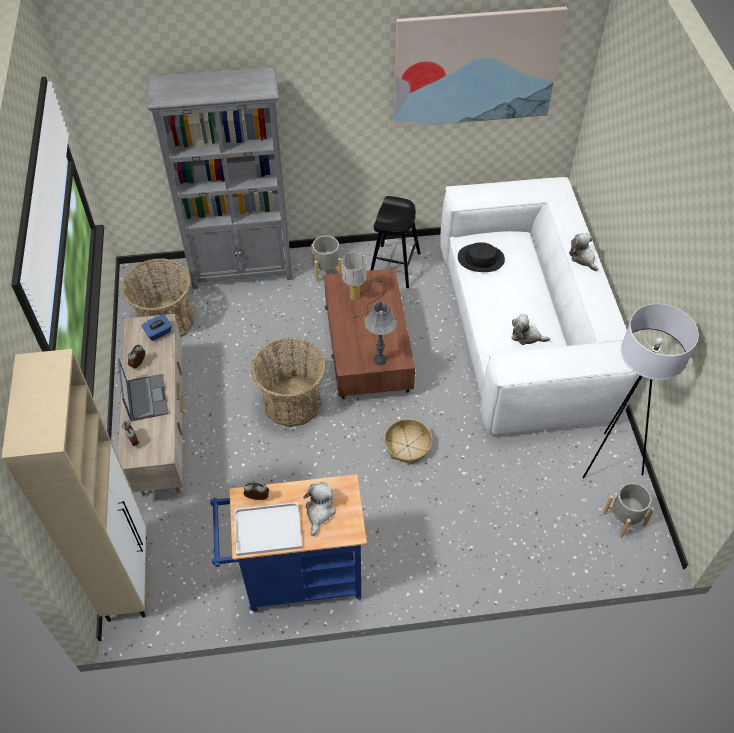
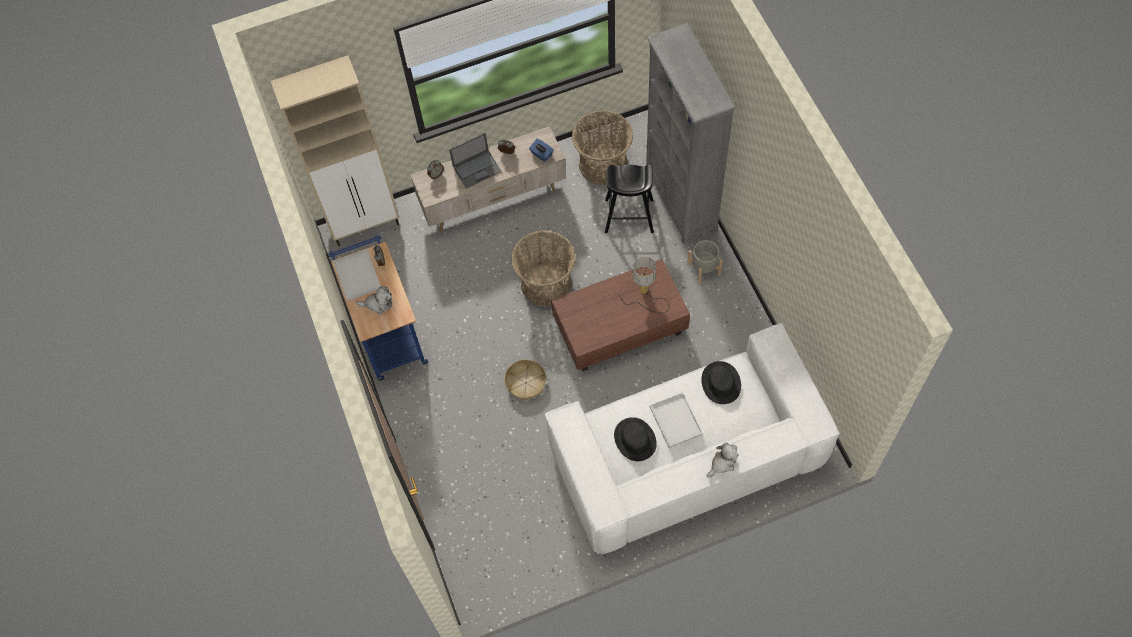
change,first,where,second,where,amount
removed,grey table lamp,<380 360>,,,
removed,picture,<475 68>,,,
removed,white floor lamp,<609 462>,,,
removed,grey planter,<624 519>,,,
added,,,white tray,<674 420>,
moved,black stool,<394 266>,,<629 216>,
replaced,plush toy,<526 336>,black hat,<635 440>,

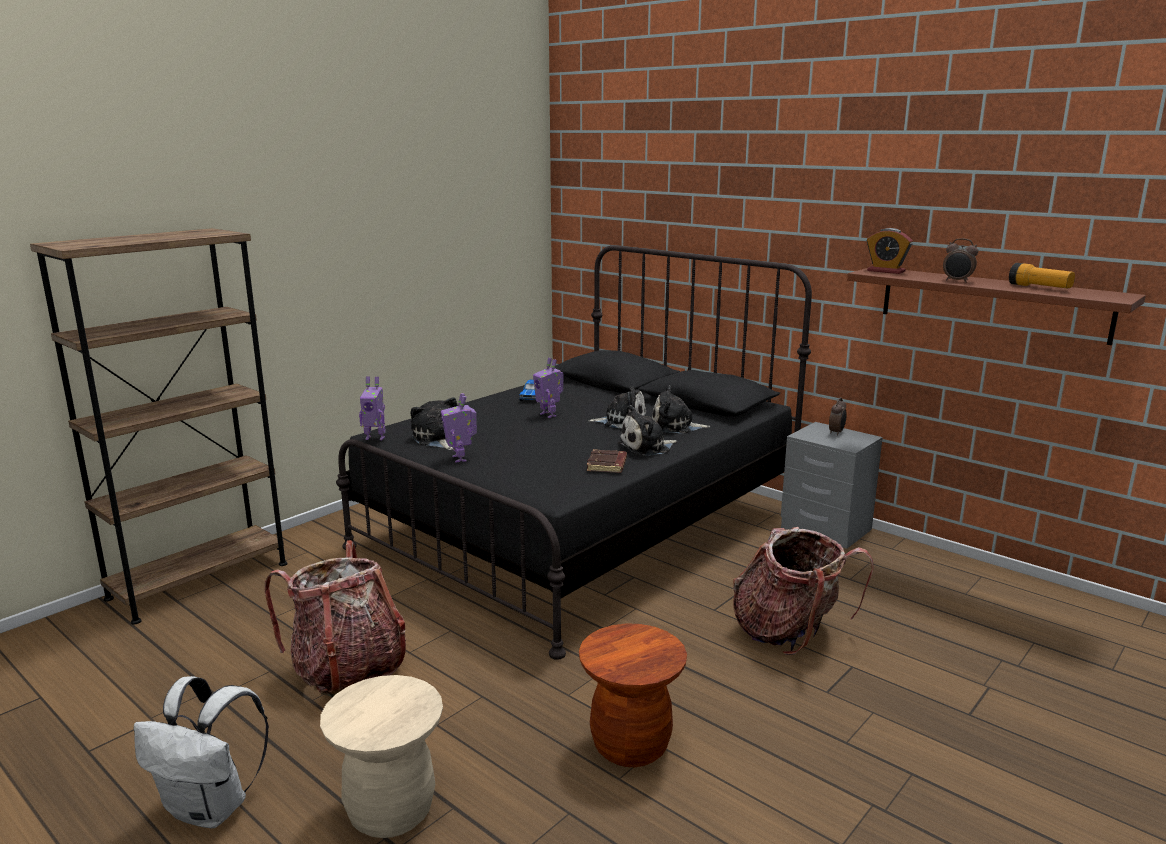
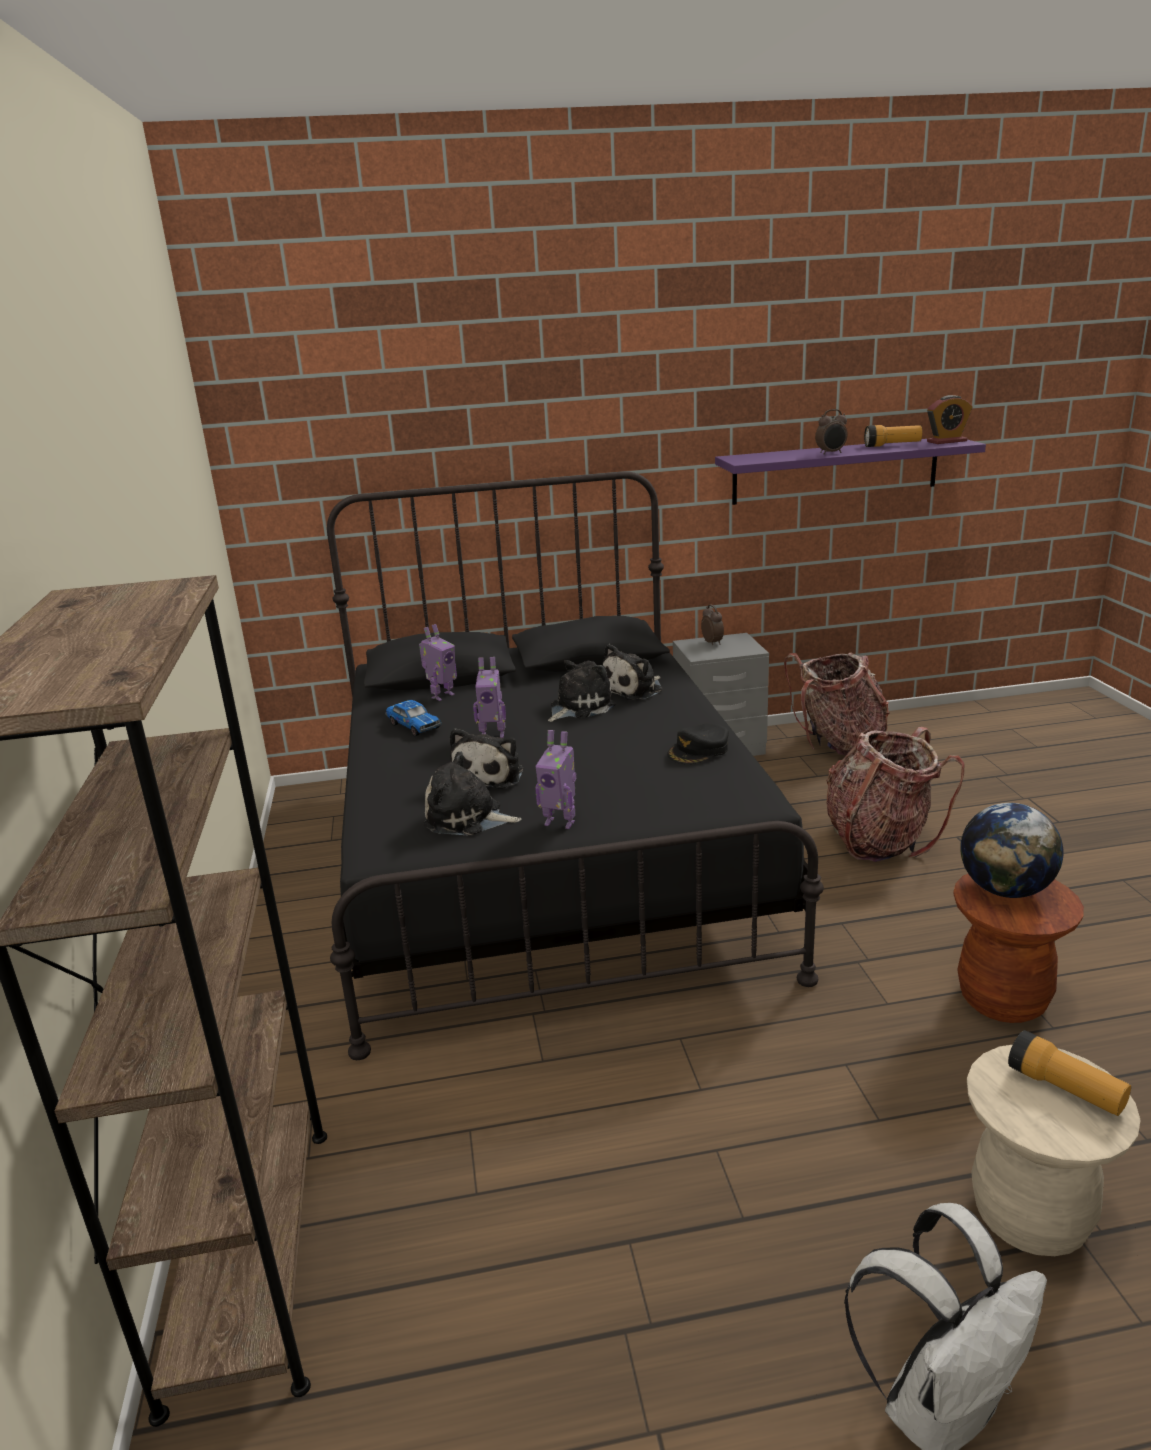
change,first,where,second,where,amount
added,,,globe,<1005 890>,
added,,,flashlight,<1065 1089>,
moved,backpack,<347 670>,,<838 745>,
moved,toy robot,<375 437>,,<442 696>,
moved,plush toy,<647 447>,,<490 775>,
moved,alarm clock,<886 271>,,<946 441>,
replaced,brown book,<607 465>,black cap,<699 751>,
recoloured,brown shelf,<992 303>,purple shelf,<835 470>,

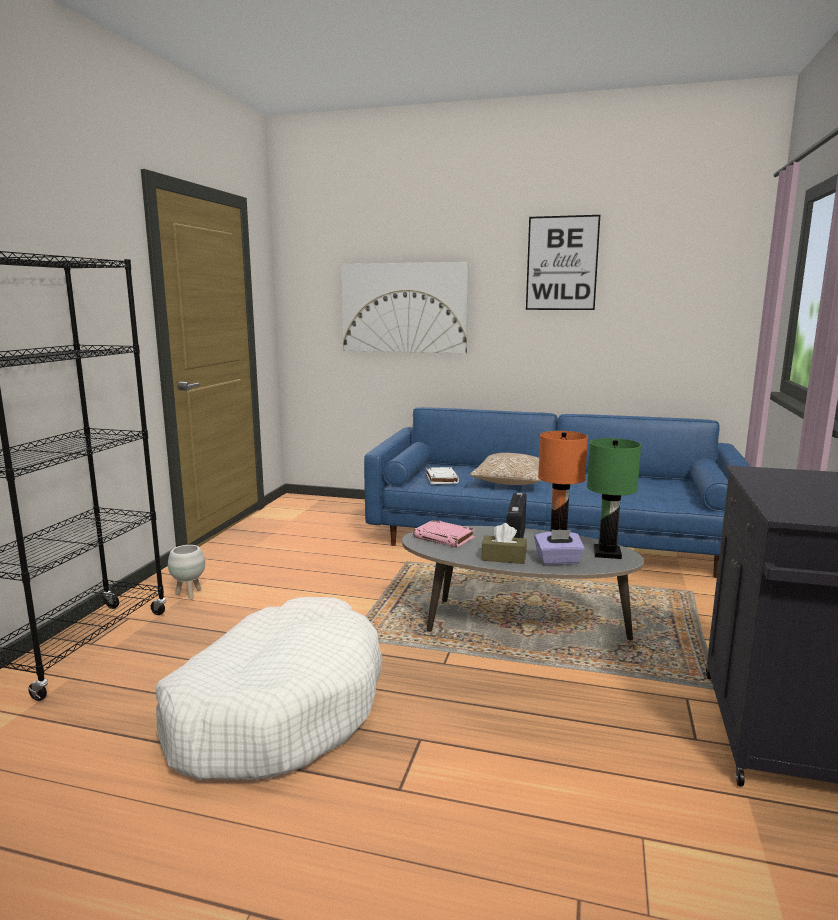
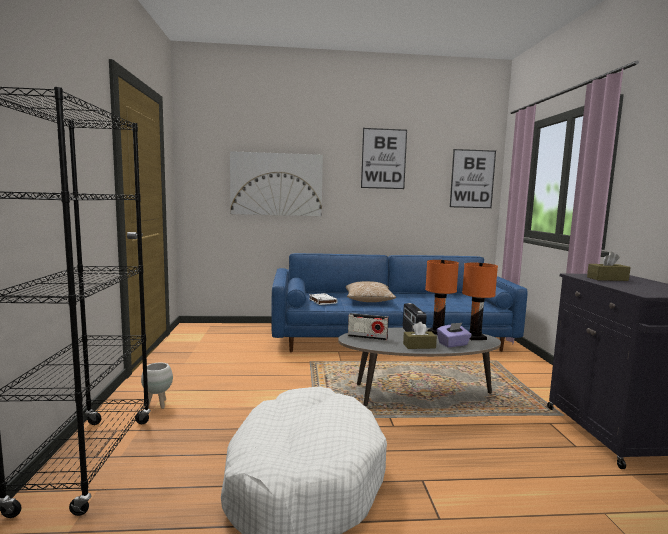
change,first,where,second,where,amount
added,,,picture,<472 179>,
added,,,brown tissue box,<607 279>,
replaced,pink book,<445 538>,radio,<367 337>,
recoloured,green table lamp,<607 553>,orange table lamp,<475 337>,

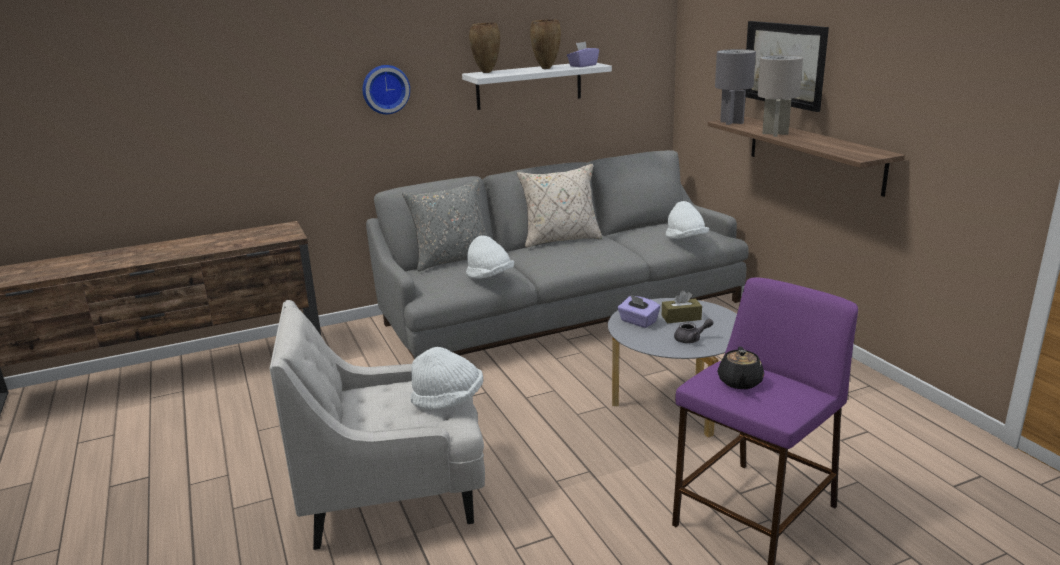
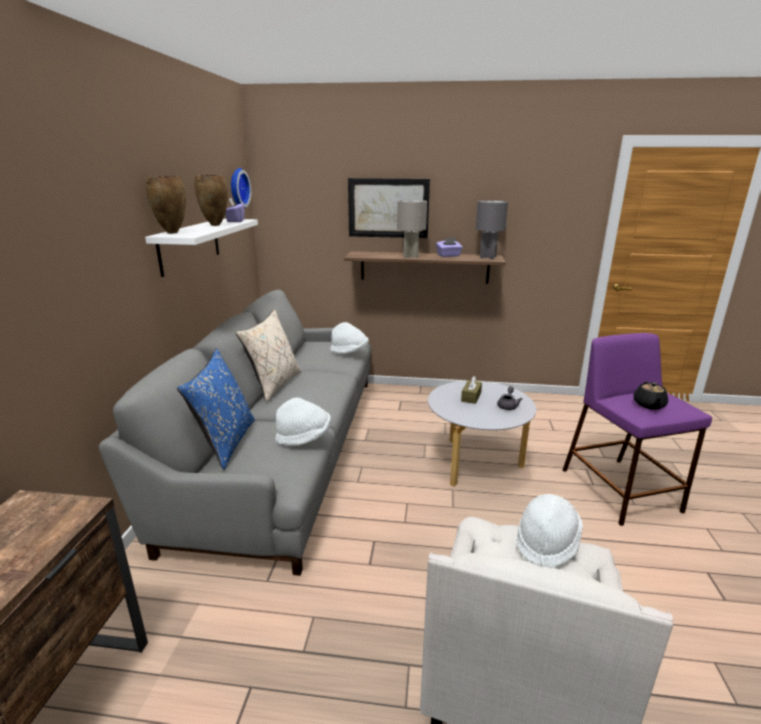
change,first,where,second,where,amount
moved,wall clock,<385 89>,,<237 188>,
moved,purple tissue box,<638 321>,,<448 255>,
moved,grey table lamp,<732 122>,,<487 257>,
recoloured,grey pillow,<452 260>,blue pillow,<225 443>,
turned,black teapot,<739 382>,,<649 405>,60 degrees clockwise

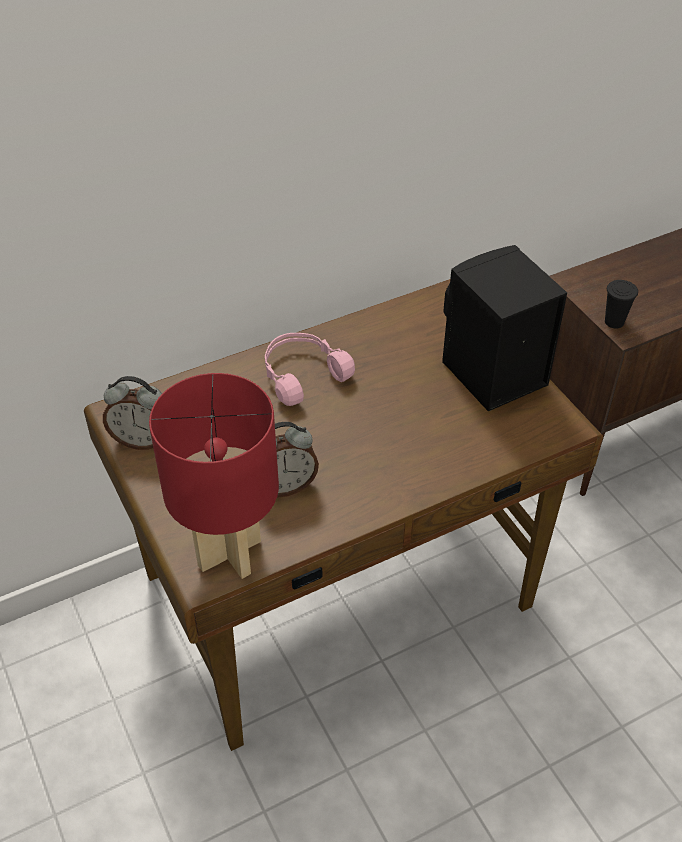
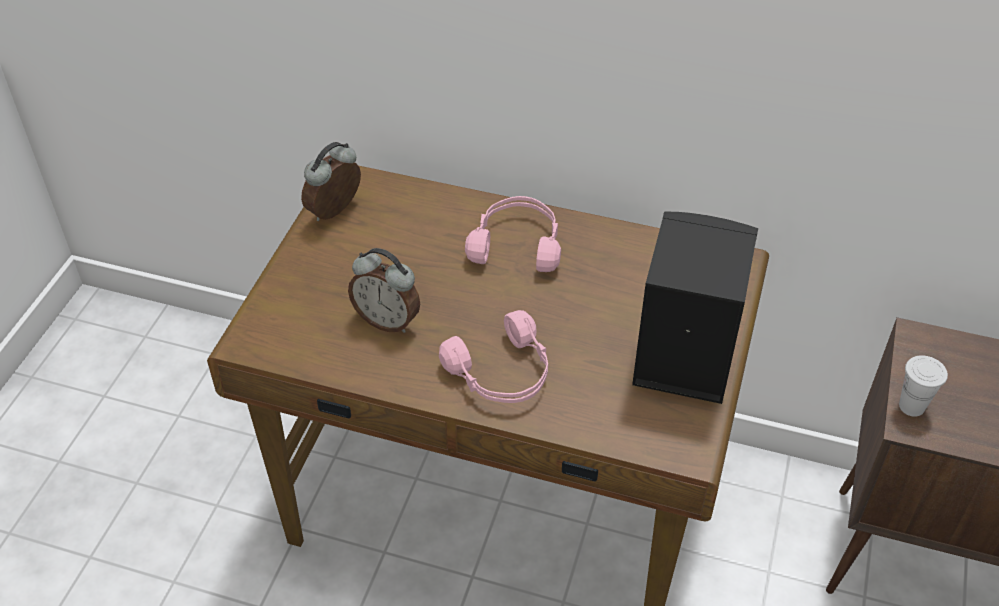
change,first,where,second,where,amount
removed,red table lamp,<231 554>,,,
added,,,pink headphones,<502 374>,
recoloured,black cup,<614 322>,white cup,<911 406>,
turned,alarm clock,<142 440>,,<336 212>,75 degrees clockwise

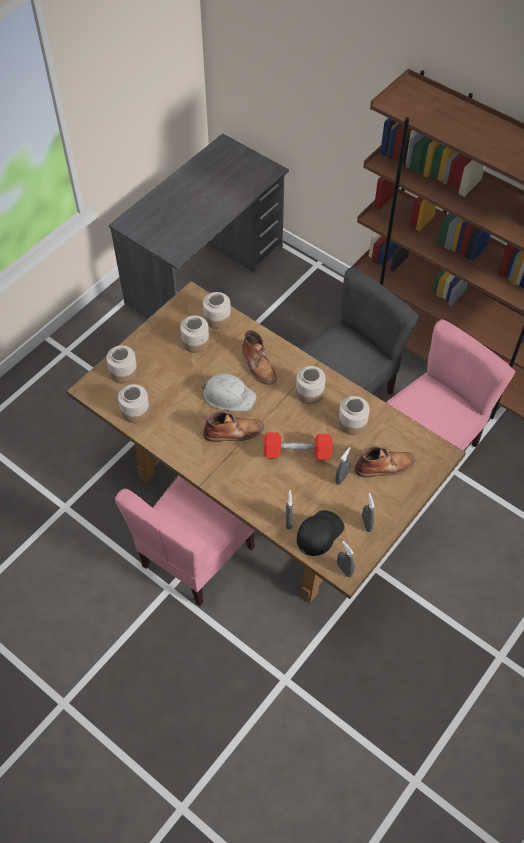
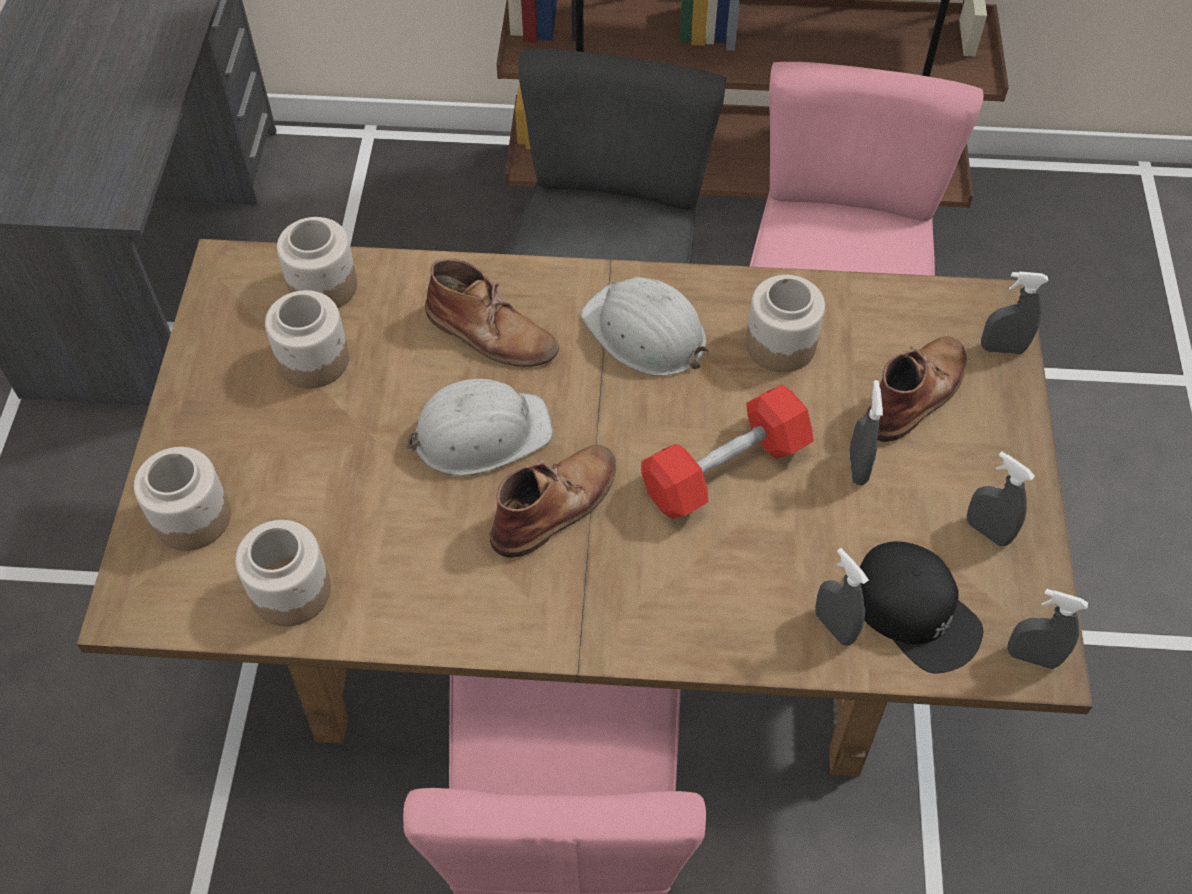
change,first,where,second,where,amount
added,,,grey spray bottle,<1002 348>,
replaced,jar,<309 393>,white hard hat,<645 333>,
turned,black cap,<319 533>,,<916 611>,135 degrees clockwise

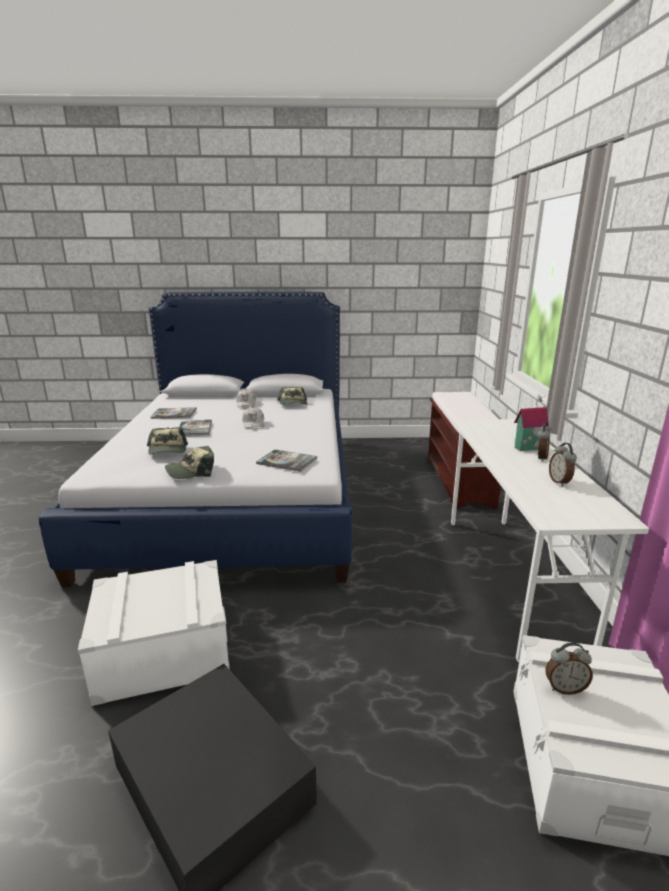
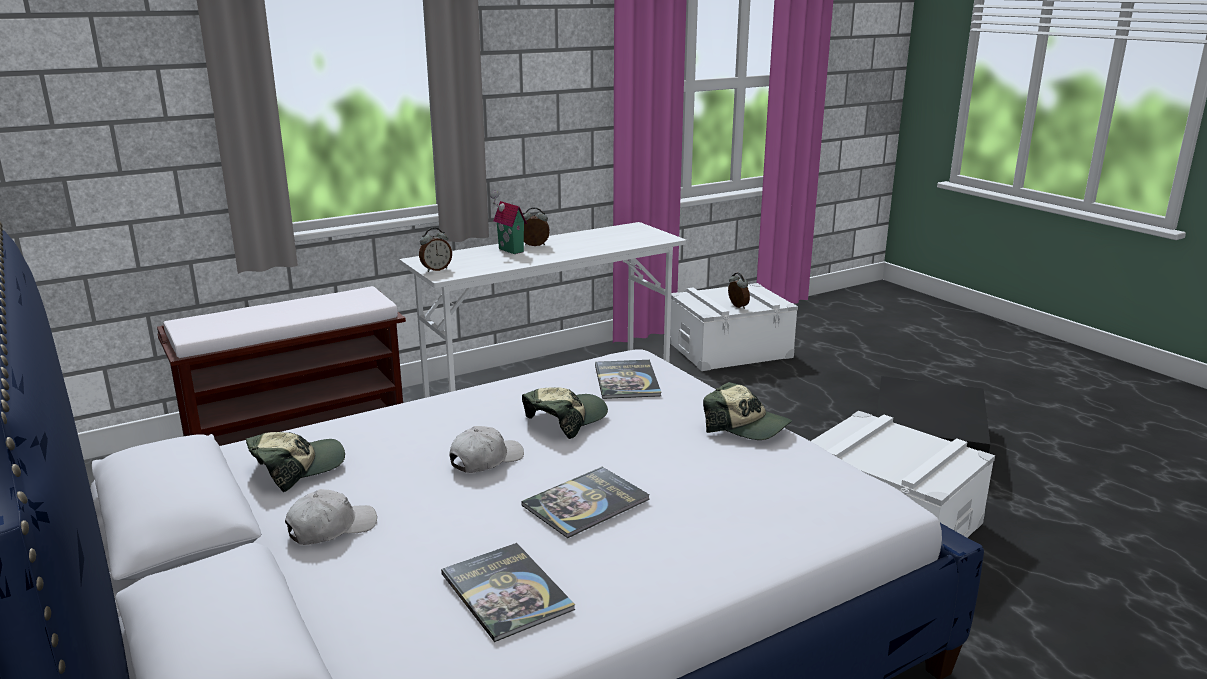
change,first,where,second,where,amount
moved,cap,<167 450>,,<565 420>,
moved,alarm clock,<559 482>,,<436 269>,

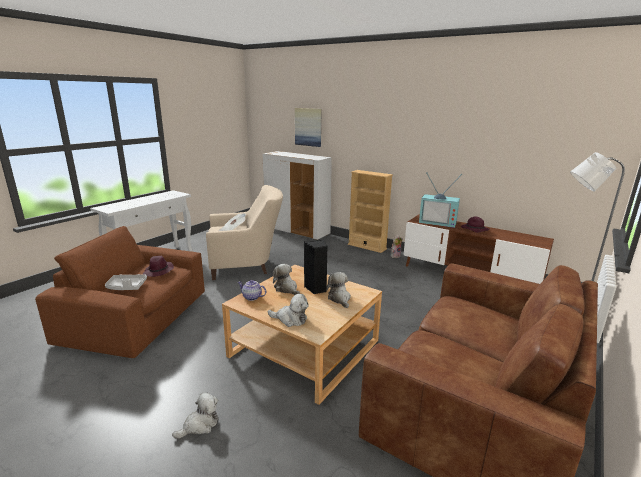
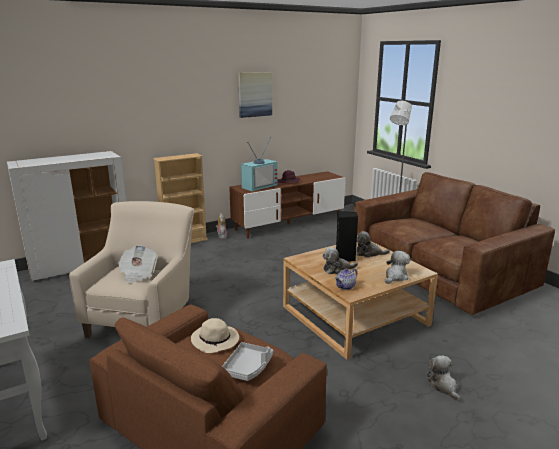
change,first,where,second,where,amount
moved,picture,<308 127>,,<255 94>,
recoloured,purple hat,<159 271>,beige hat,<216 341>,

